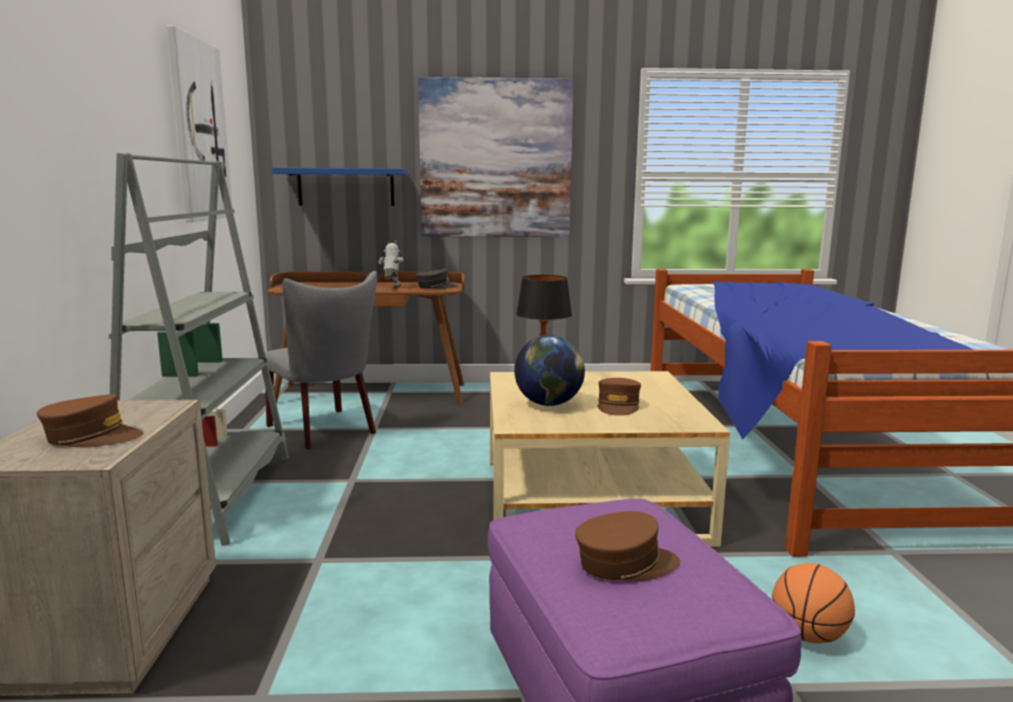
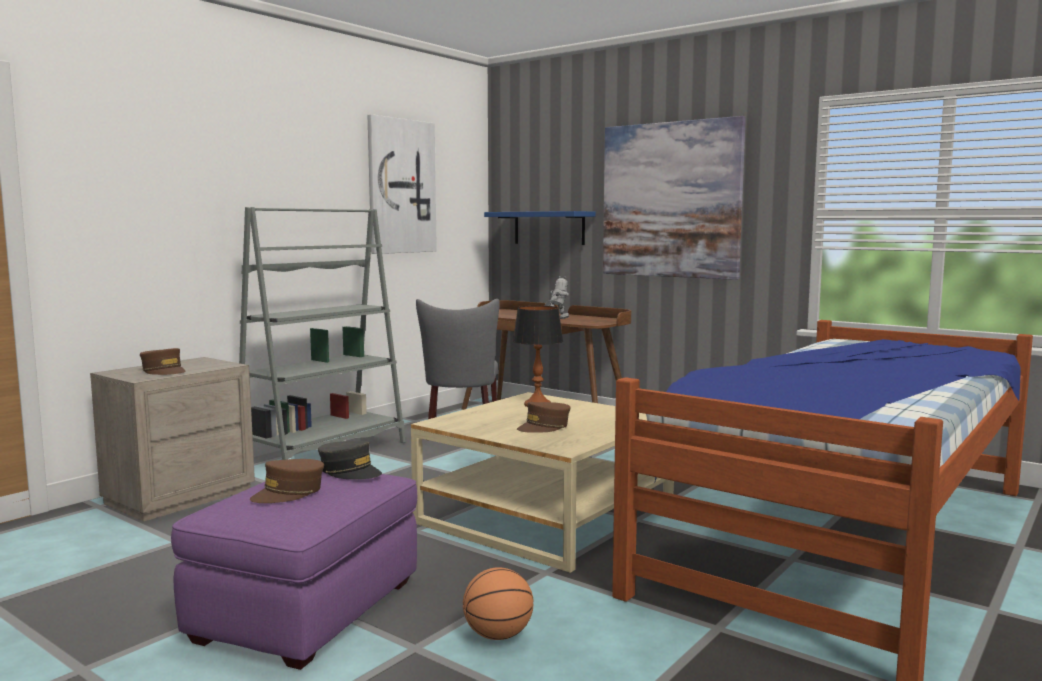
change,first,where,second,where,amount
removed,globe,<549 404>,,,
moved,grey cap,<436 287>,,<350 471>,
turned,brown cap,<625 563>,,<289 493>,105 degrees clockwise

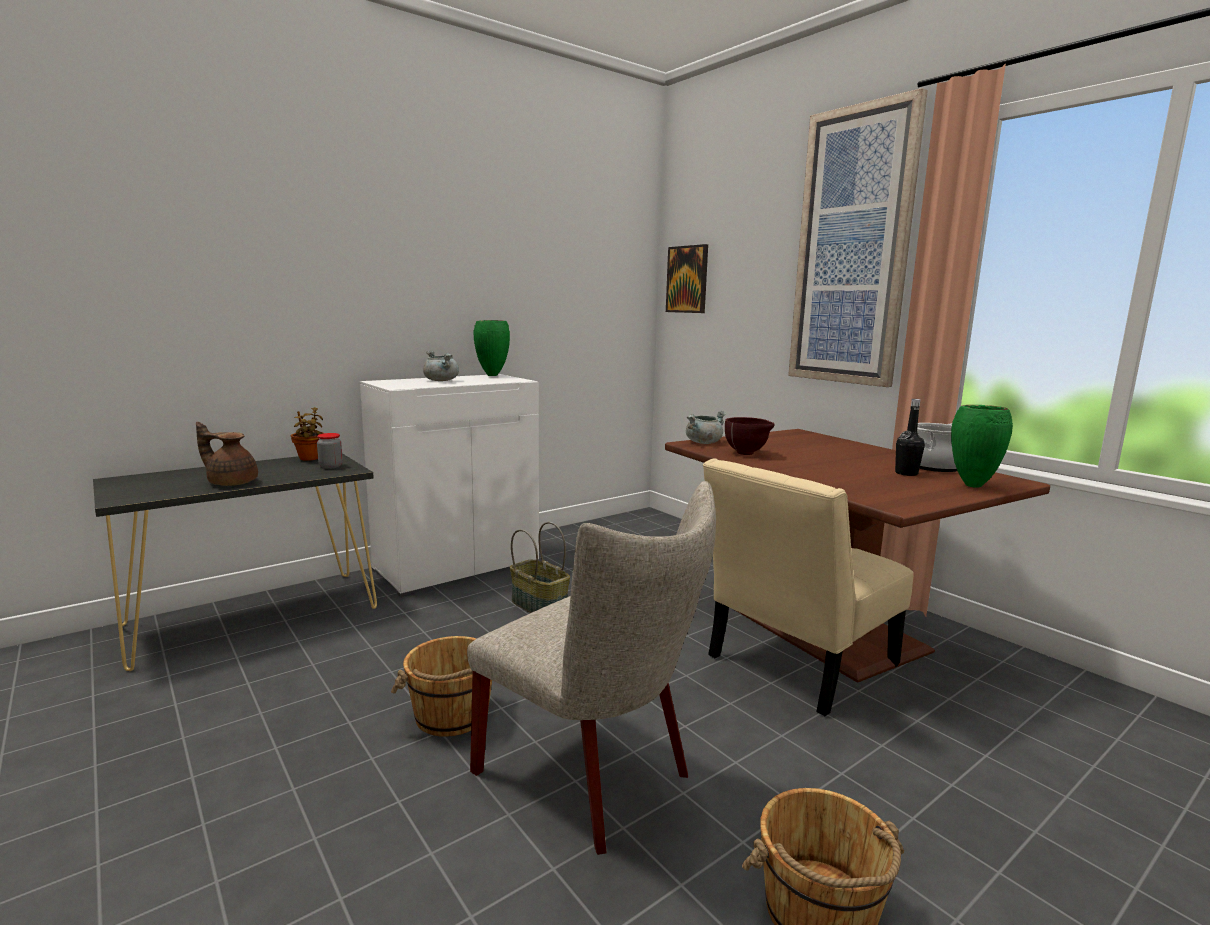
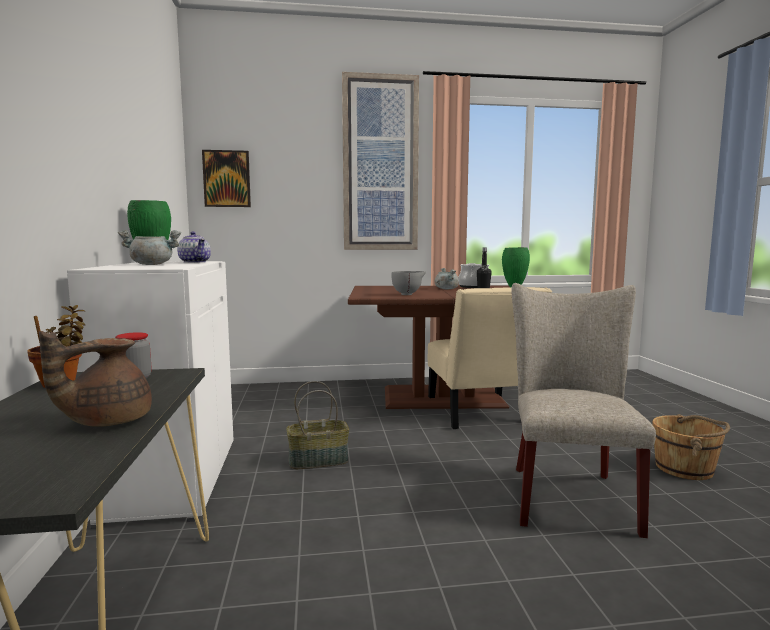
change,first,where,second,where,amount
removed,brown bucket,<452 715>,,,
added,,,teapot,<195 262>,
moved,grey cooking pot,<703 442>,,<446 289>,
recoloured,brown bowl,<747 454>,grey bowl,<408 294>,
turned,beige chair,<593 777>,,<568 494>,60 degrees counterclockwise

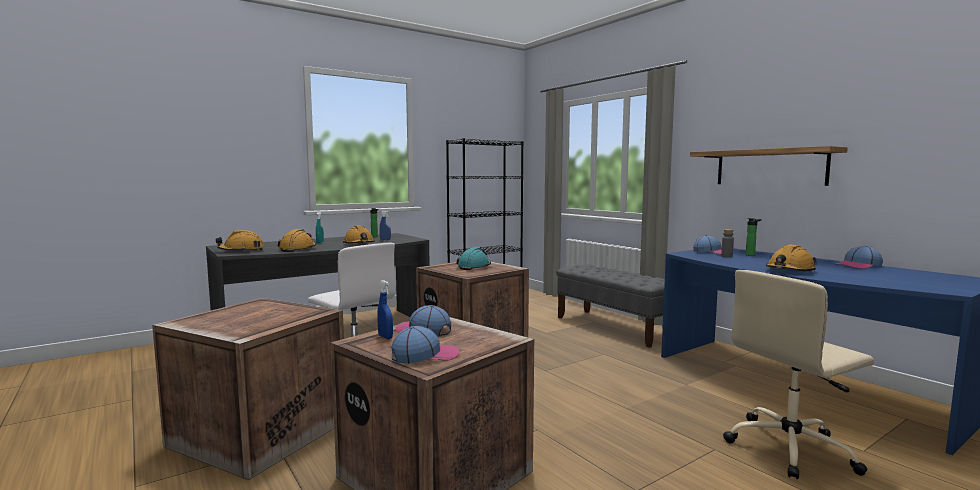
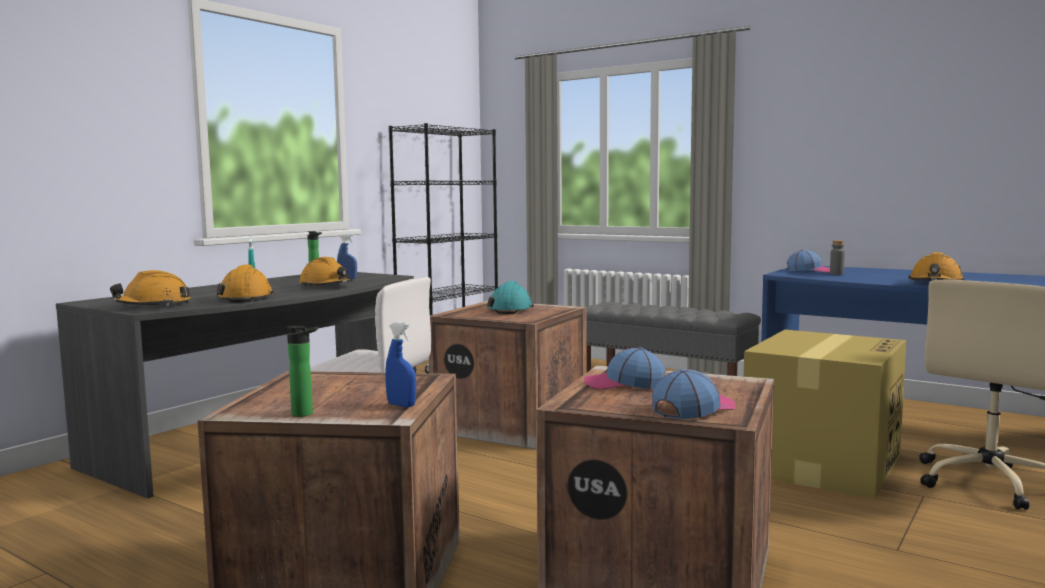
change,first,where,second,where,amount
removed,shelf,<769 167>,,,
removed,cap,<858 265>,,,
added,,,cardboard box,<822 463>,
moved,blue spray bottle,<385 337>,,<401 405>,
moved,bottle,<751 255>,,<305 414>,

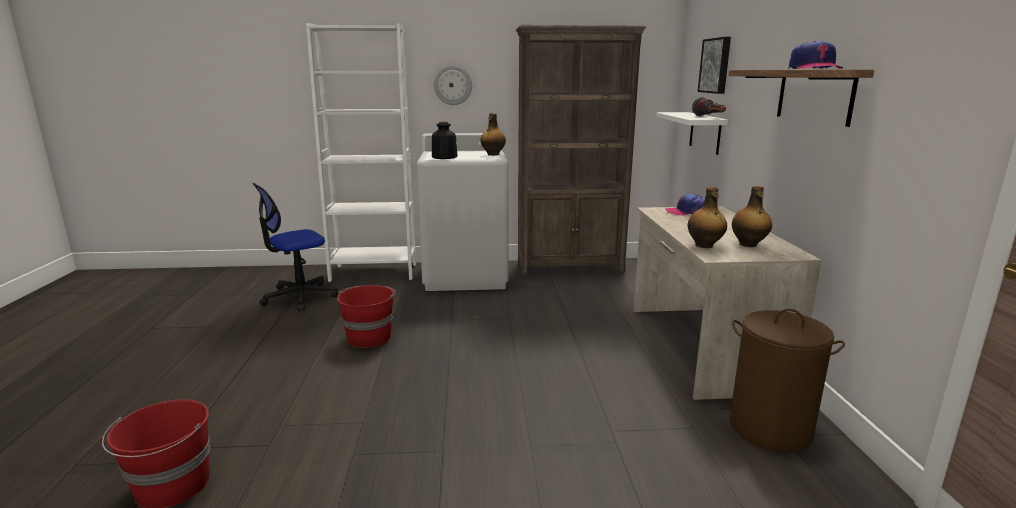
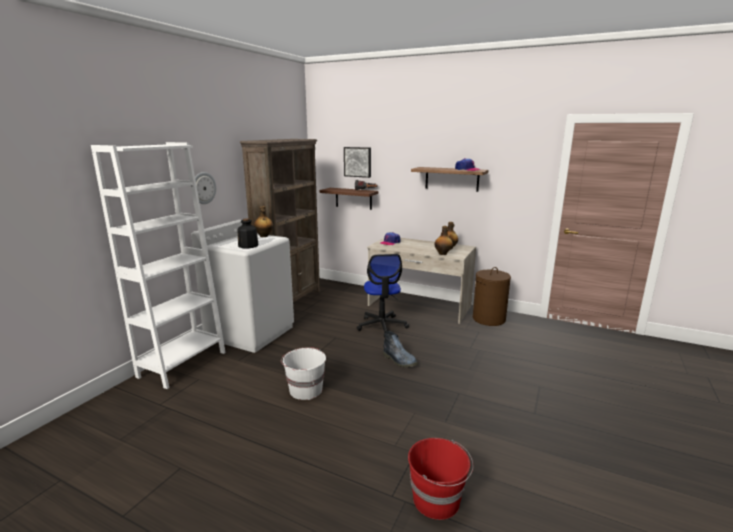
change,first,where,second,where,amount
added,,,boot,<400 361>,
moved,office chair,<299 297>,,<382 326>,
recoloured,red bucket,<369 337>,white bucket,<305 389>,
recoloured,white shelf,<705 132>,brown shelf,<353 198>,

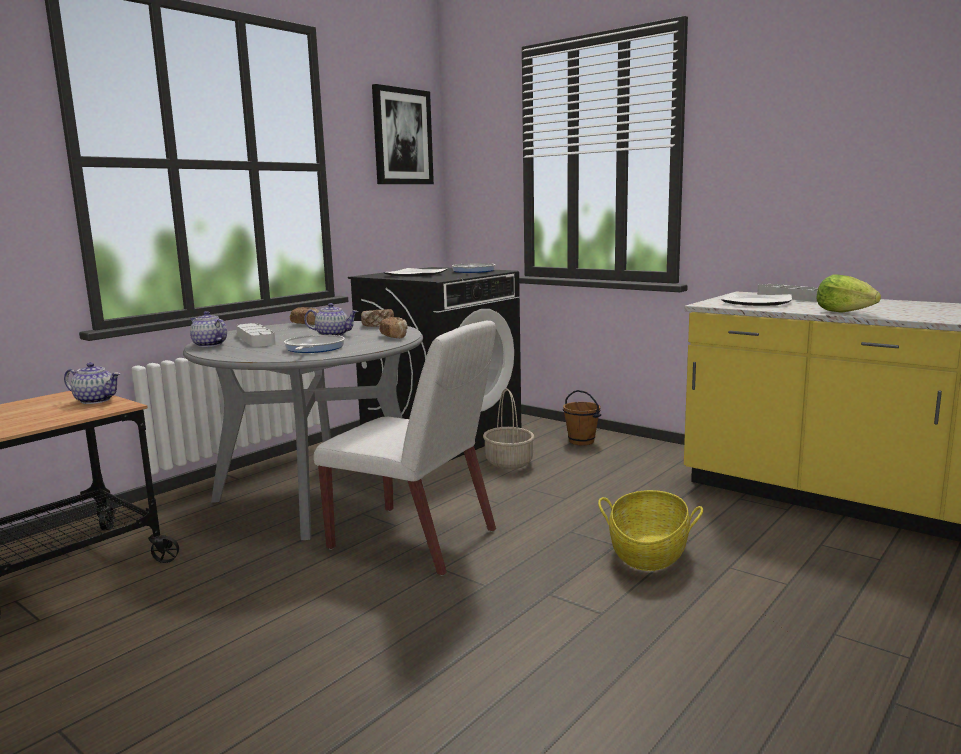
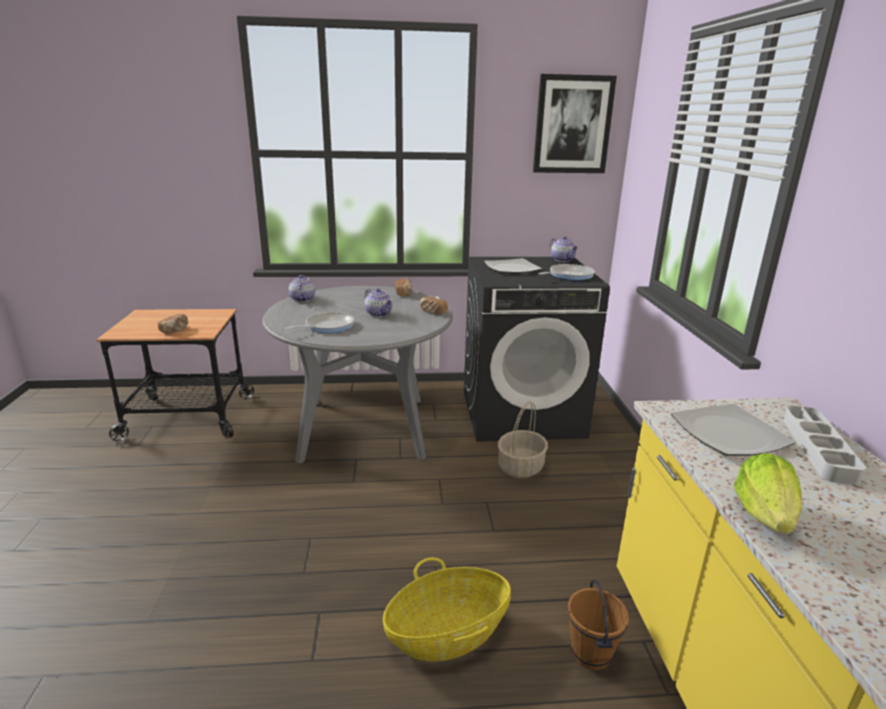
change,first,where,second,where,amount
removed,grey tray,<255 339>,,,
removed,white chair,<415 540>,,,
moved,teapot,<96 400>,,<563 260>,
moved,bread,<395 336>,,<175 330>,
moved,brown bucket,<581 441>,,<591 653>,

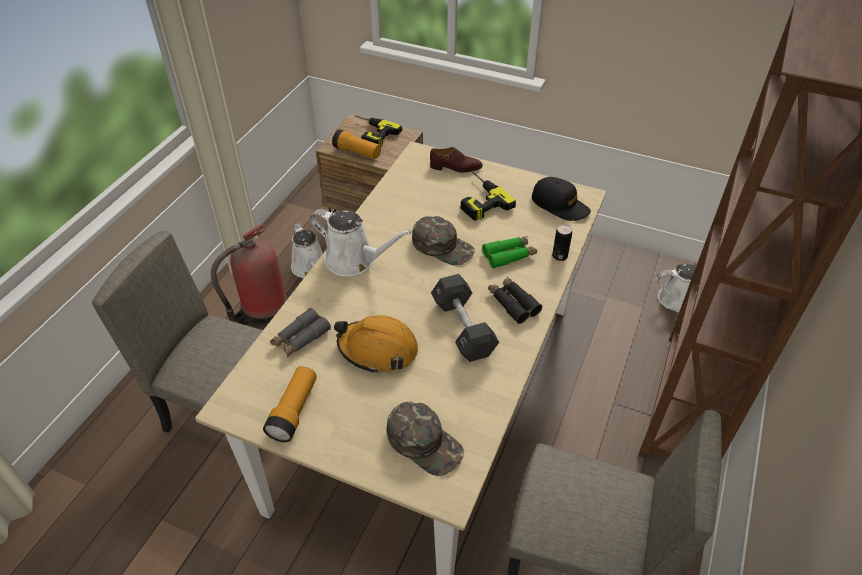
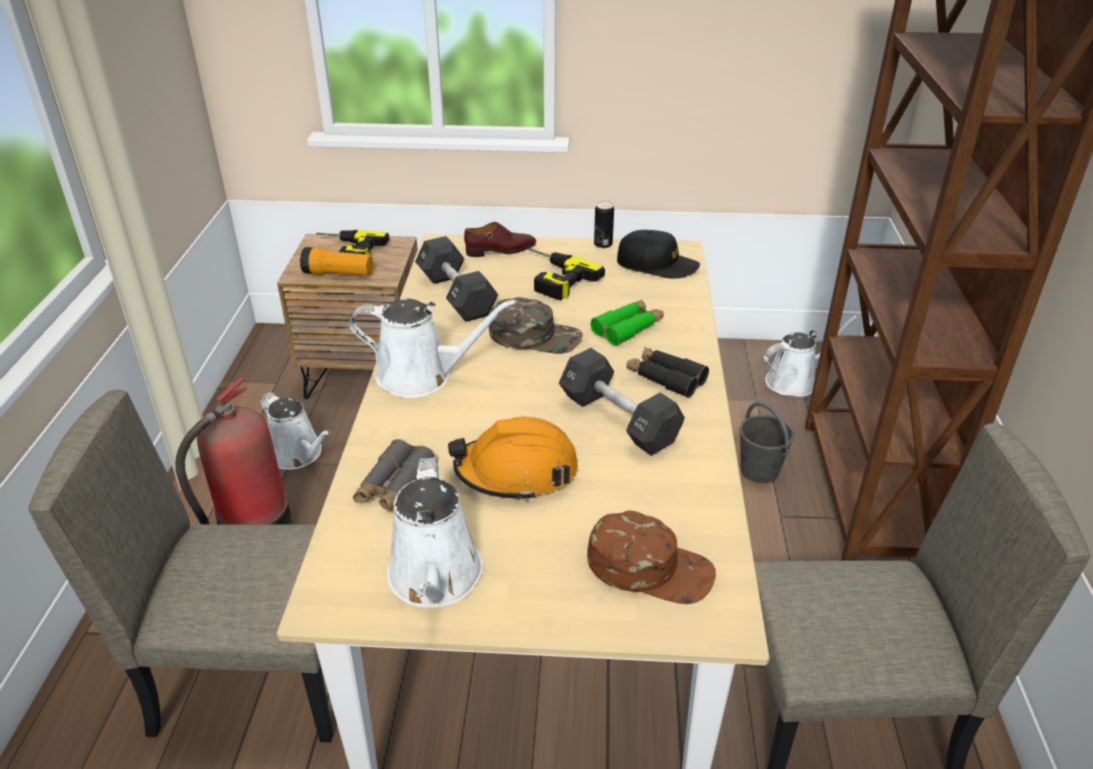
change,first,where,second,where,amount
added,,,black dumbbell,<456 295>,
added,,,grey bucket,<760 471>,
moved,can,<559 256>,,<603 244>,
replaced,flashlight,<294 411>,white watering can,<435 580>,
recoloured,green cap,<424 442>,brown cap,<650 567>,

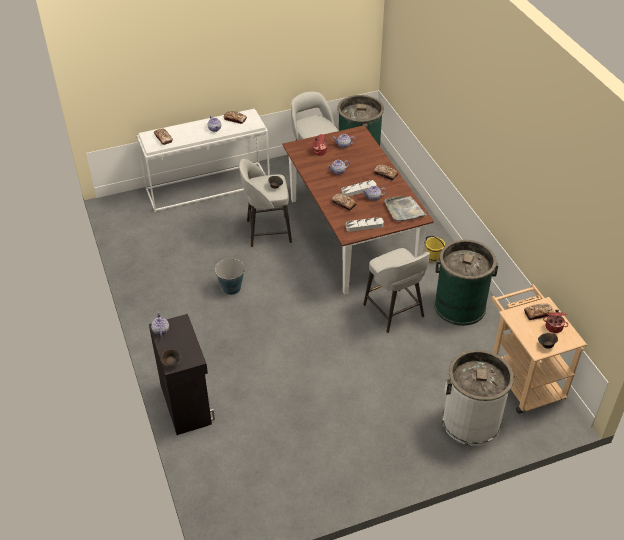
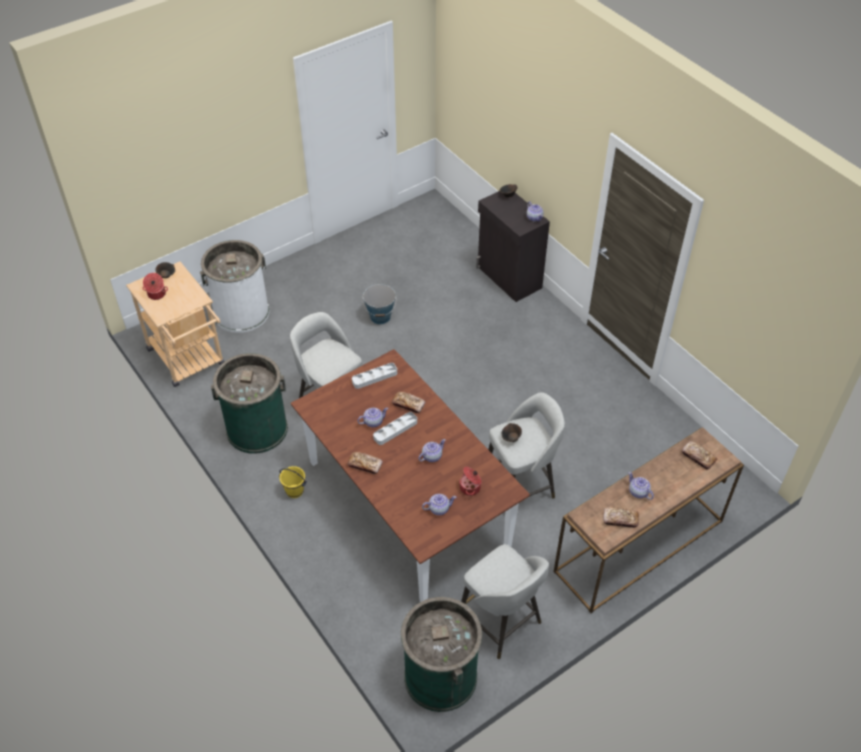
change,first,where,second,where,amount
removed,grey tray,<404 210>,,,
removed,bread,<538 313>,,,
moved,bucket,<231 288>,,<380 317>,
recoloured,white console table,<208 186>,brown console table,<639 547>,

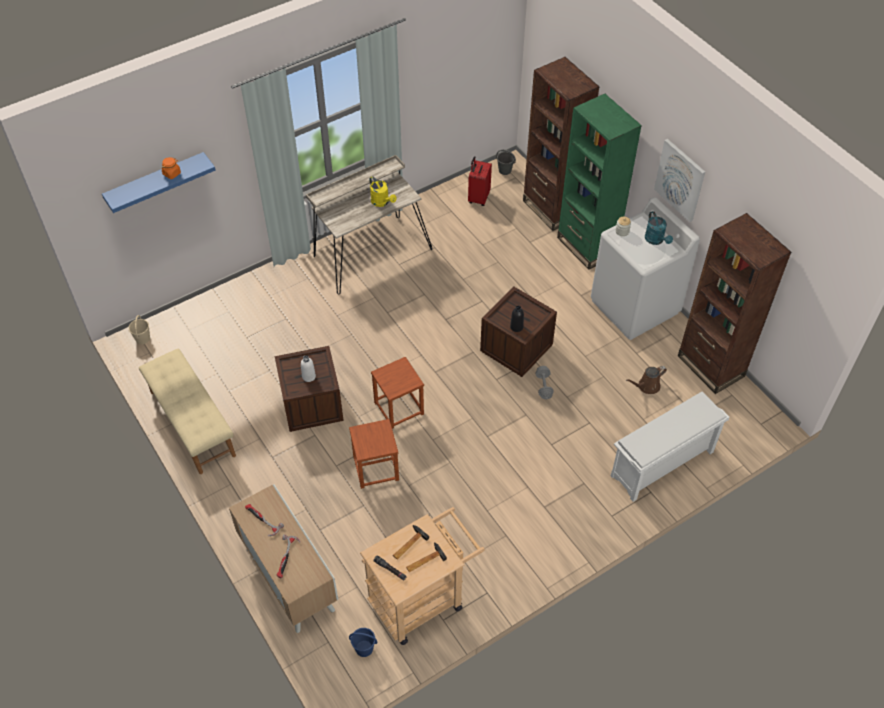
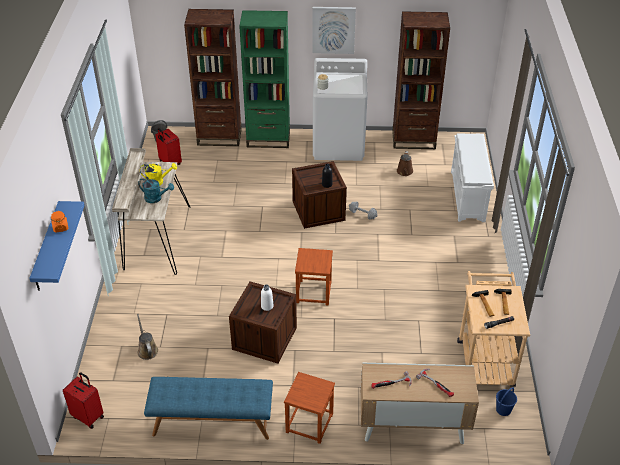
change,first,where,second,where,amount
added,,,brown watering can,<147 349>,
moved,brown stool,<376 468>,,<309 423>,
moved,turquoise watering can,<656 240>,,<156 198>,
replaced,beige bucket,<142 339>,red suitcase,<88 416>,
recoloured,beige bench,<191 423>,blue bench,<212 422>,

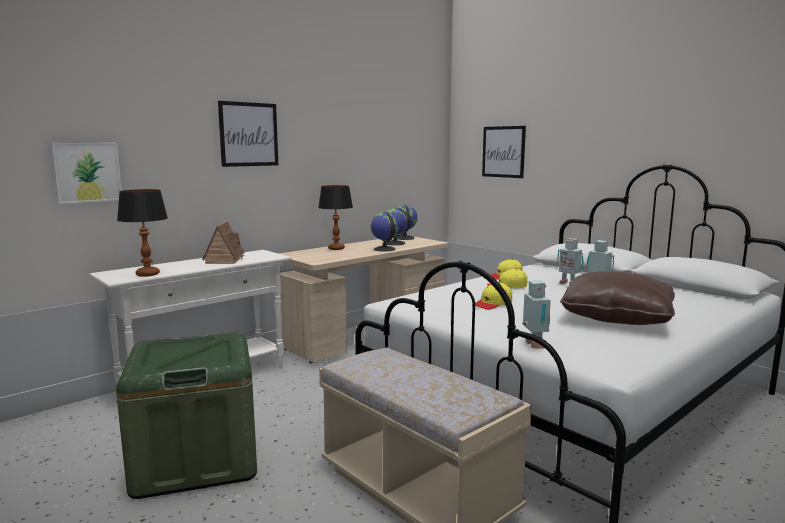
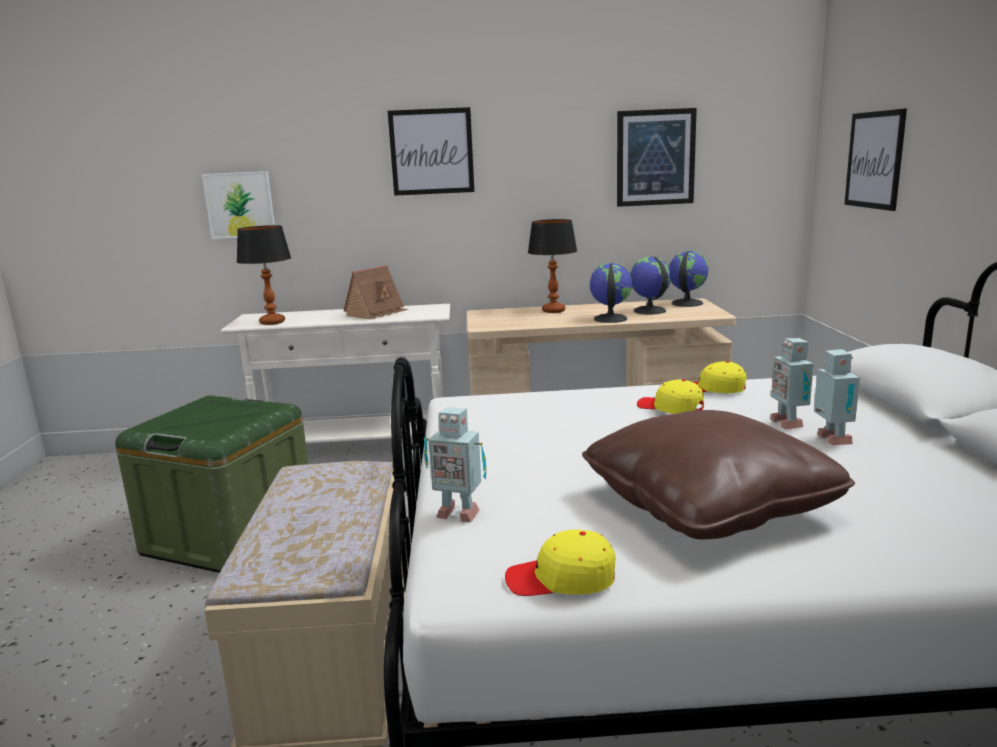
change,first,where,second,where,amount
added,,,picture,<655 157>,
moved,yellow cap,<492 304>,,<561 579>,
turned,toy robot,<534 346>,,<458 513>,75 degrees clockwise

